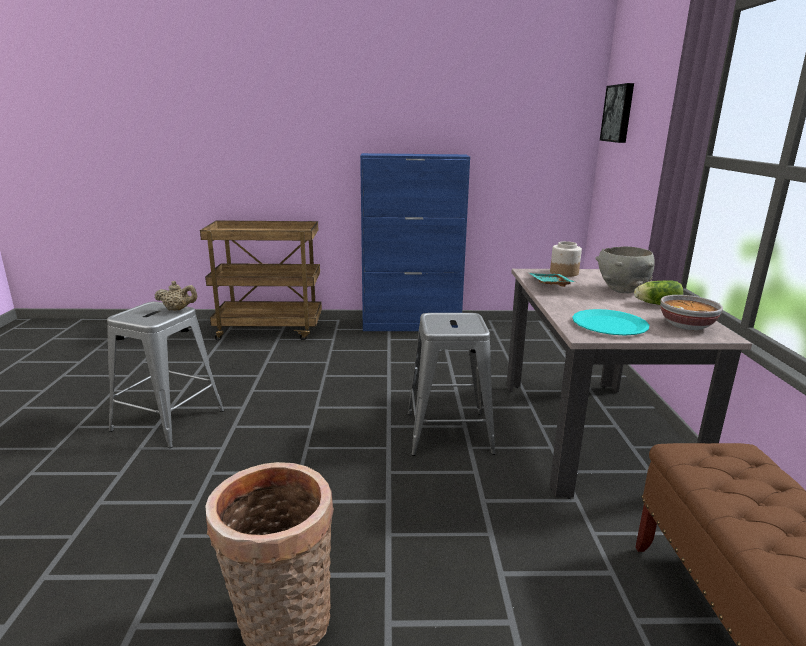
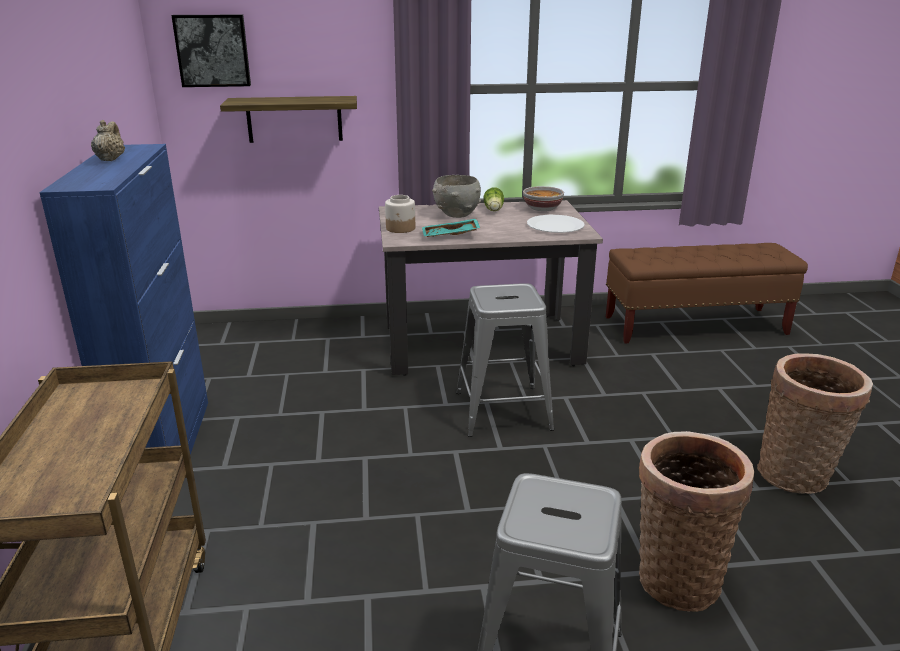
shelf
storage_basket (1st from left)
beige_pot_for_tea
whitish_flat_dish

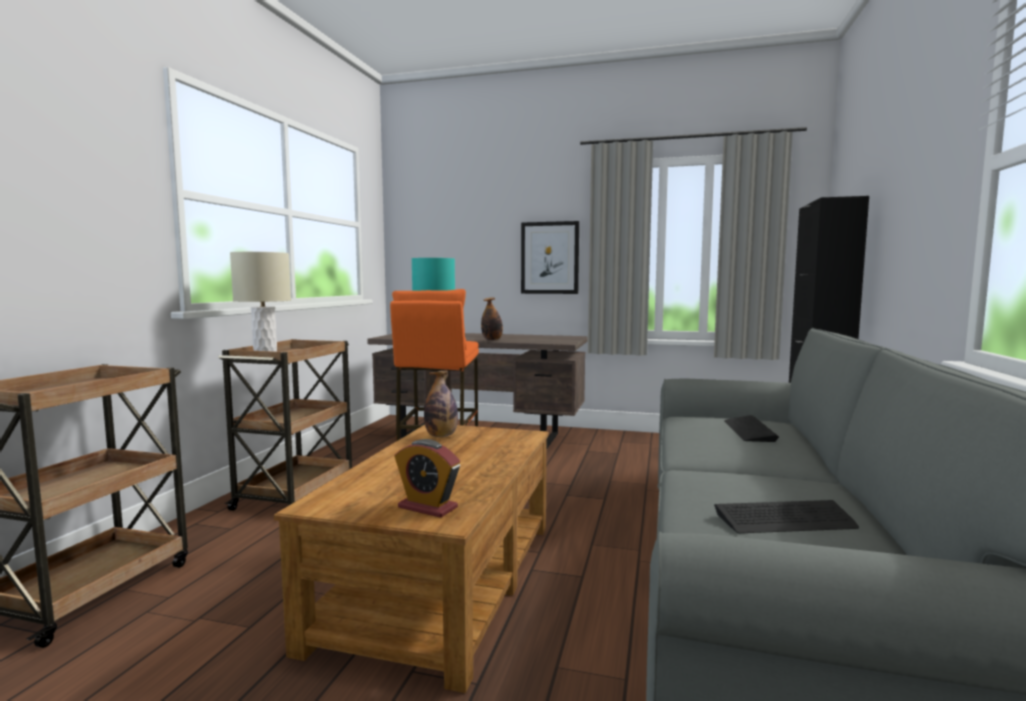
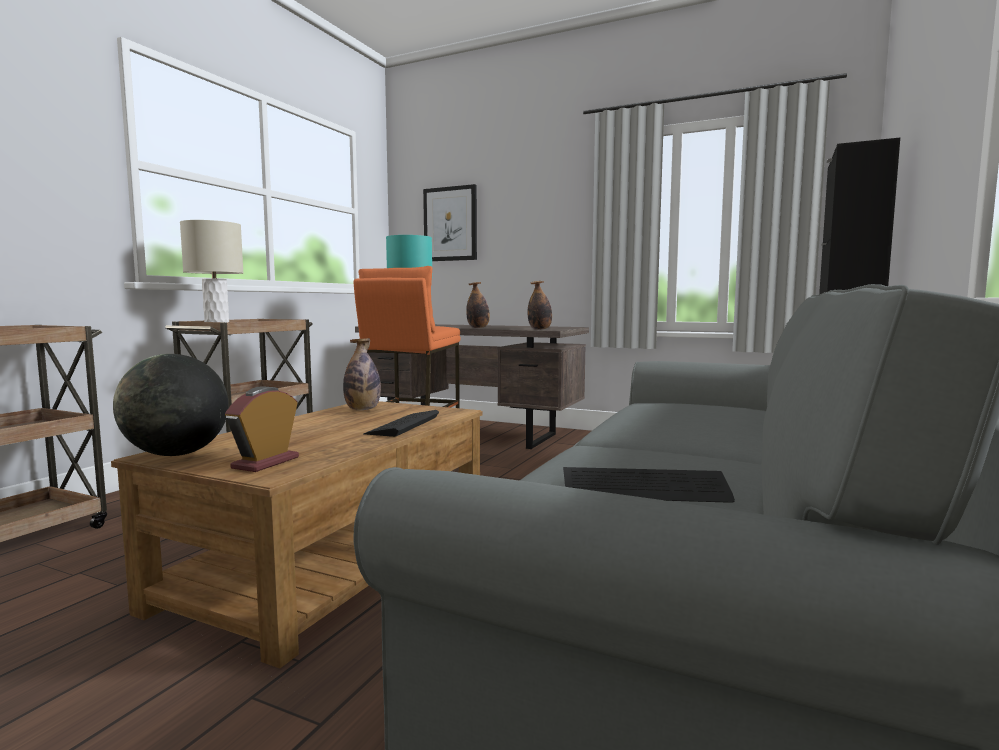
world_globe
drink_bottle (3rd from left)
wall_picture
PC_keyboard (1st from left)
bedside_clock

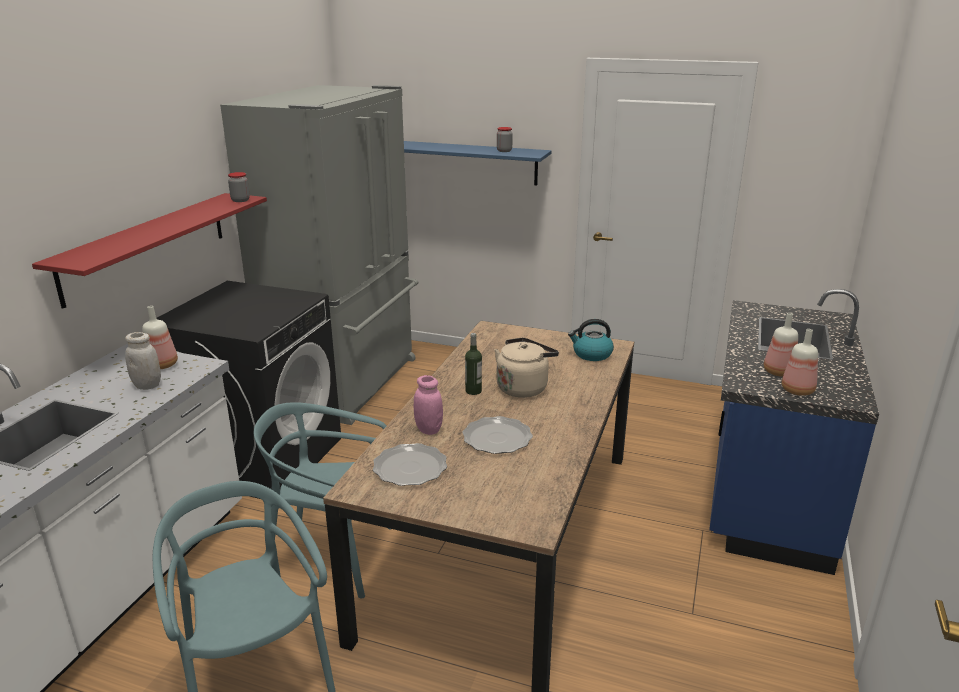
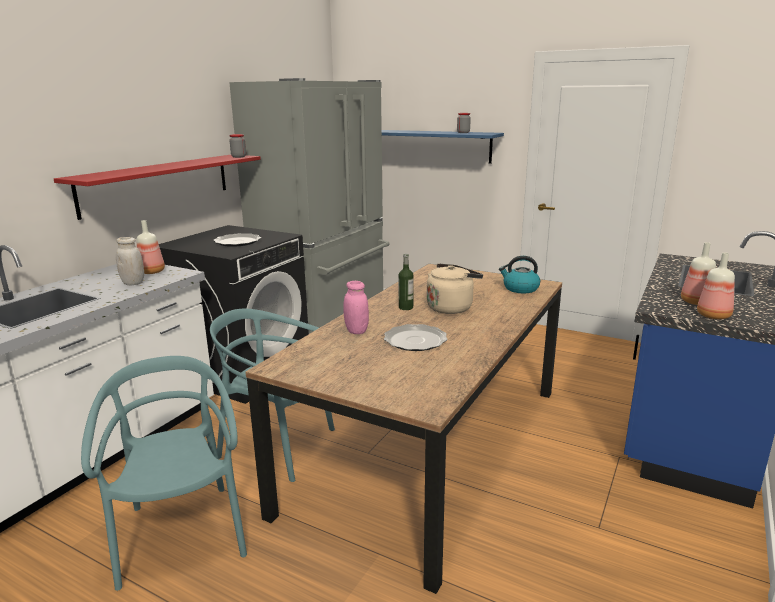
flat_dish (1st from left)

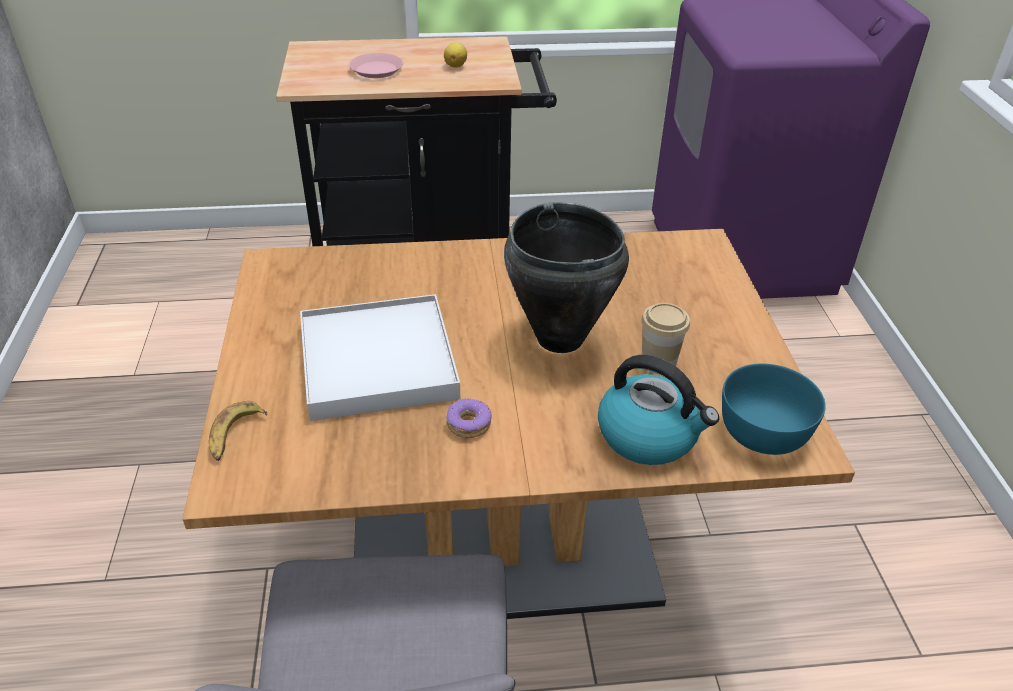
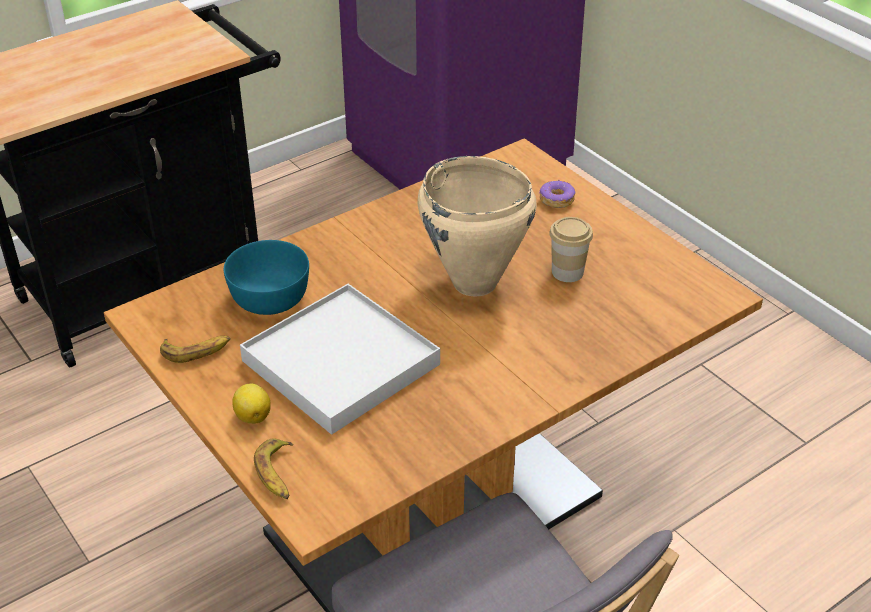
pinkish_flat_dish
tea_kettle
banana (1st from left)
whole_lemon
doughnut
blue-green_serving_bowl
beige_cooking_pot

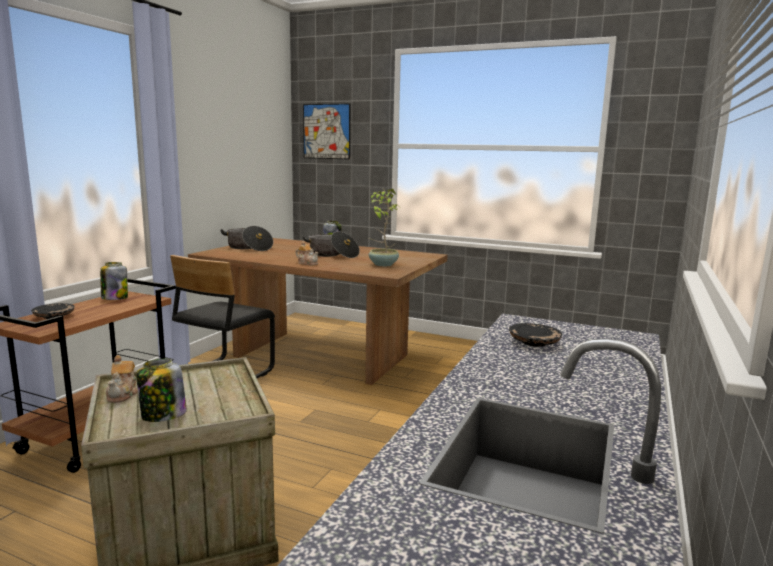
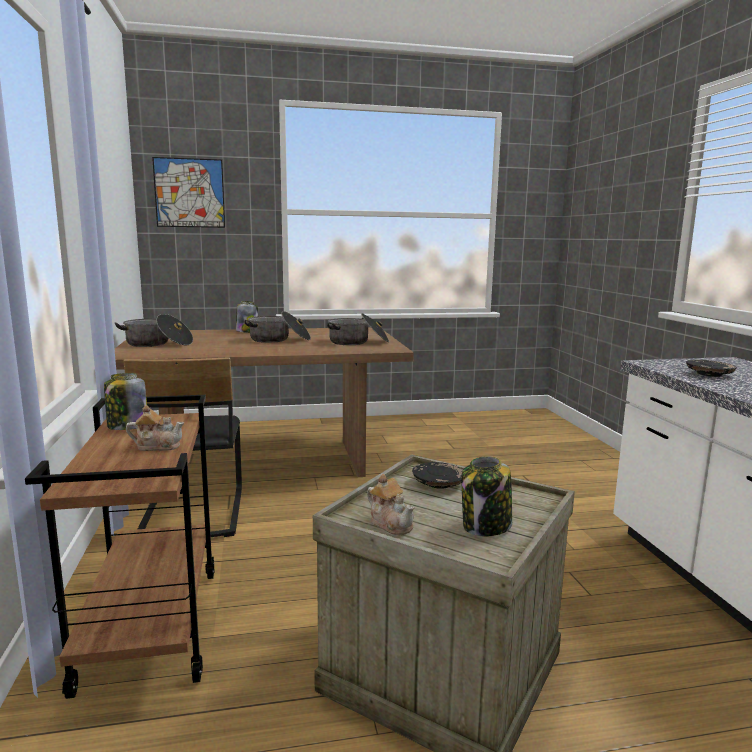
blackish_flat_dish (1st from left)
pot_for_tea (1st from left)
cooking_pot (3rd from left)

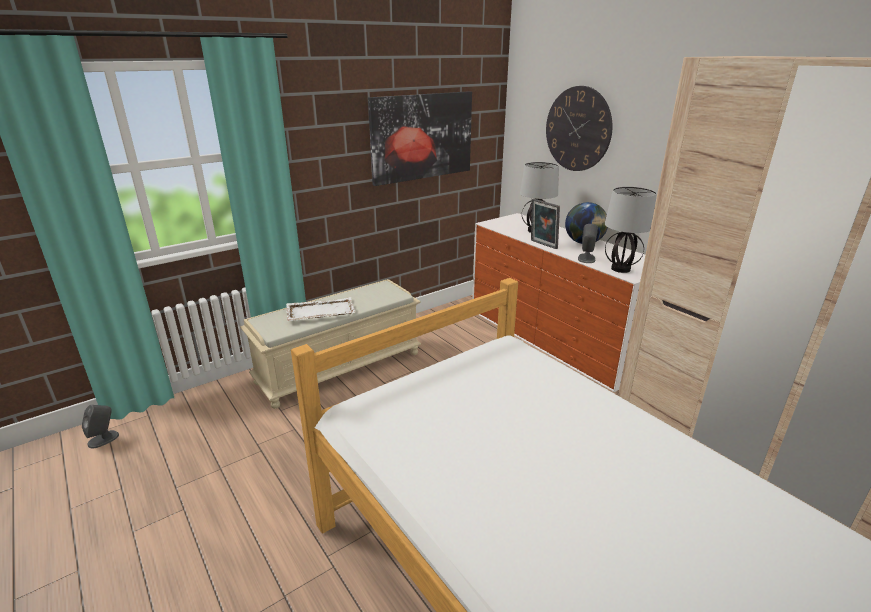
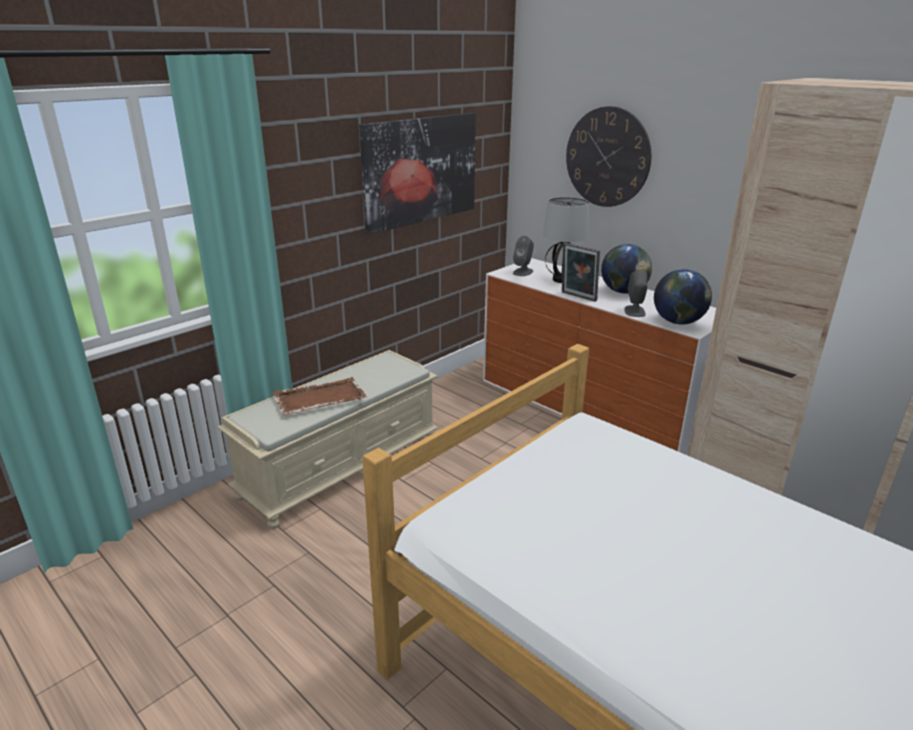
grey_audio_speaker (1st from left)
world_globe (2nd from left)
brownish_serving_tray

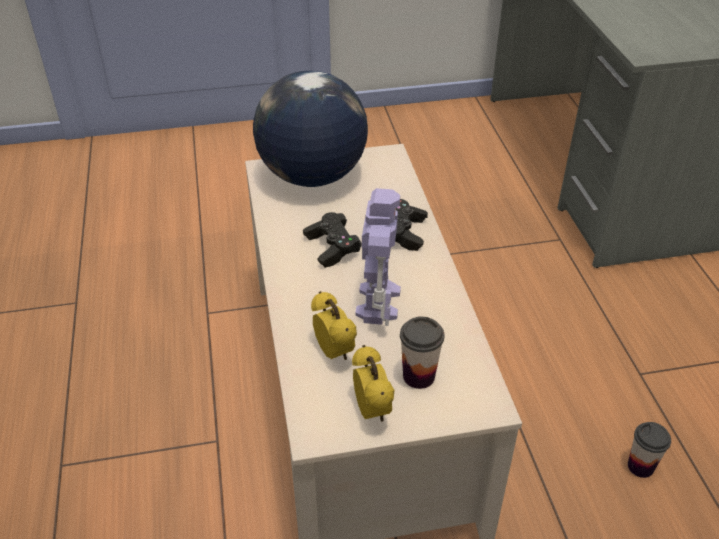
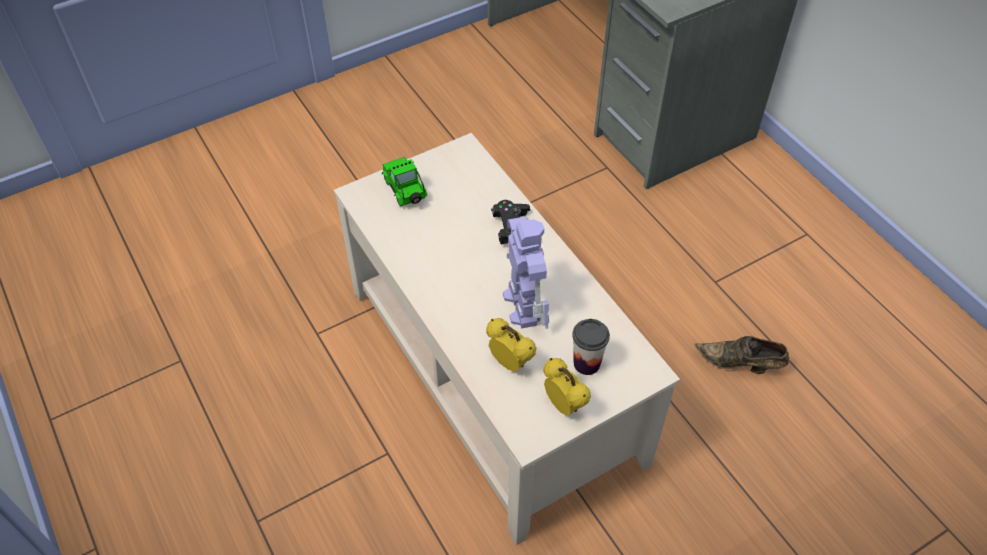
blackish_game_controller (1st from left in the first image)
miniature_car
brownish_item_of_footwear

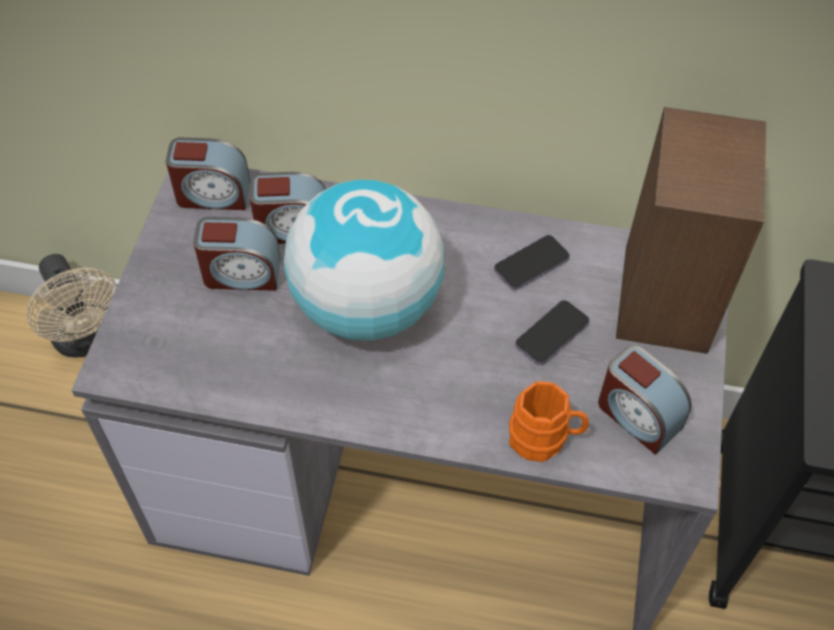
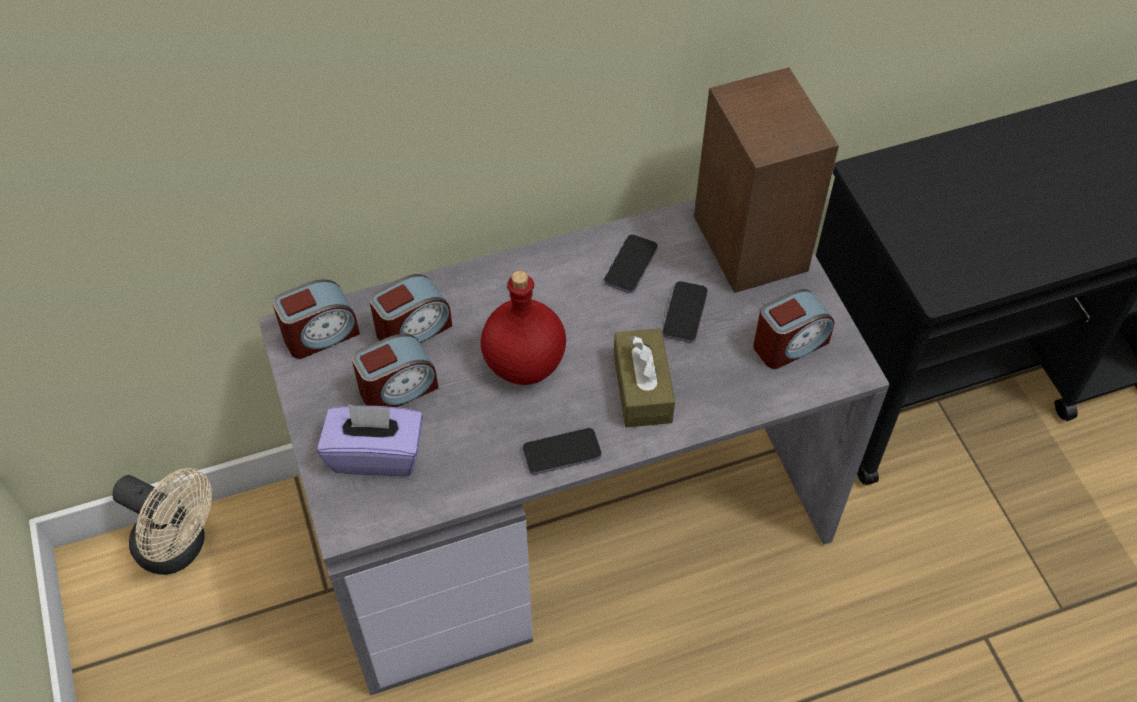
orange_tea_mug
purple-coloured_box_of_tissues
phone (1st from left)
brownish_box_of_tissues
red_drink_bottle
bedside_clock (4th from left)

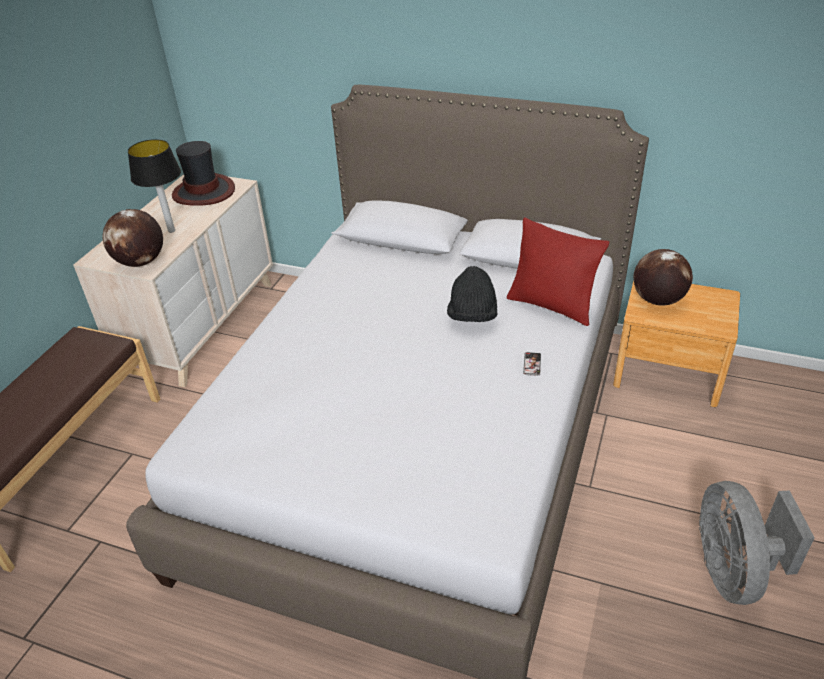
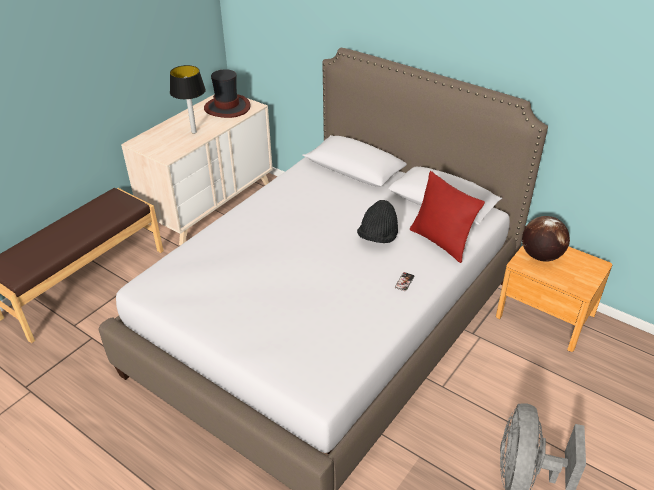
world_globe (1st from left in the first image)

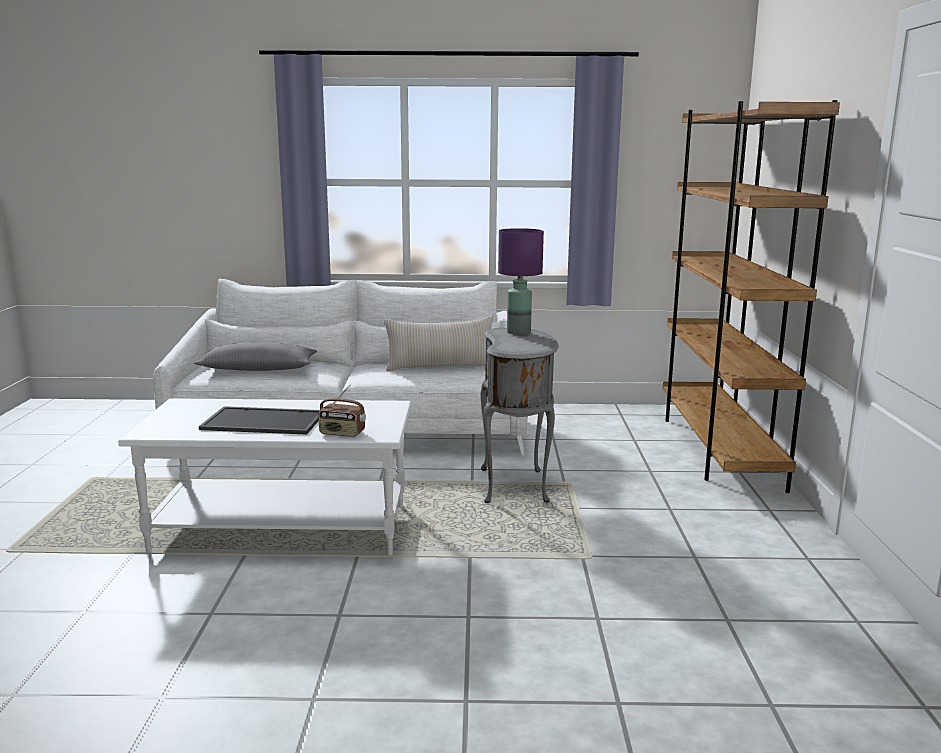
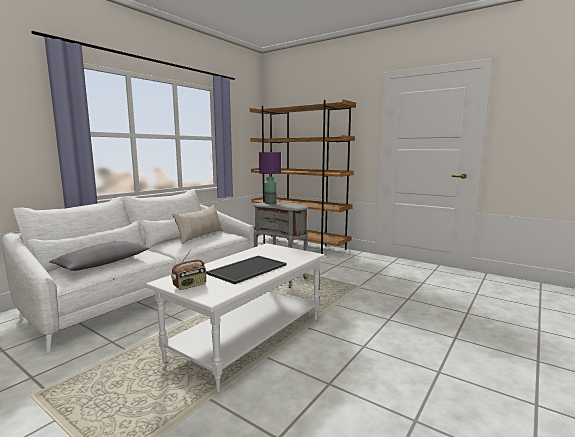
radio

